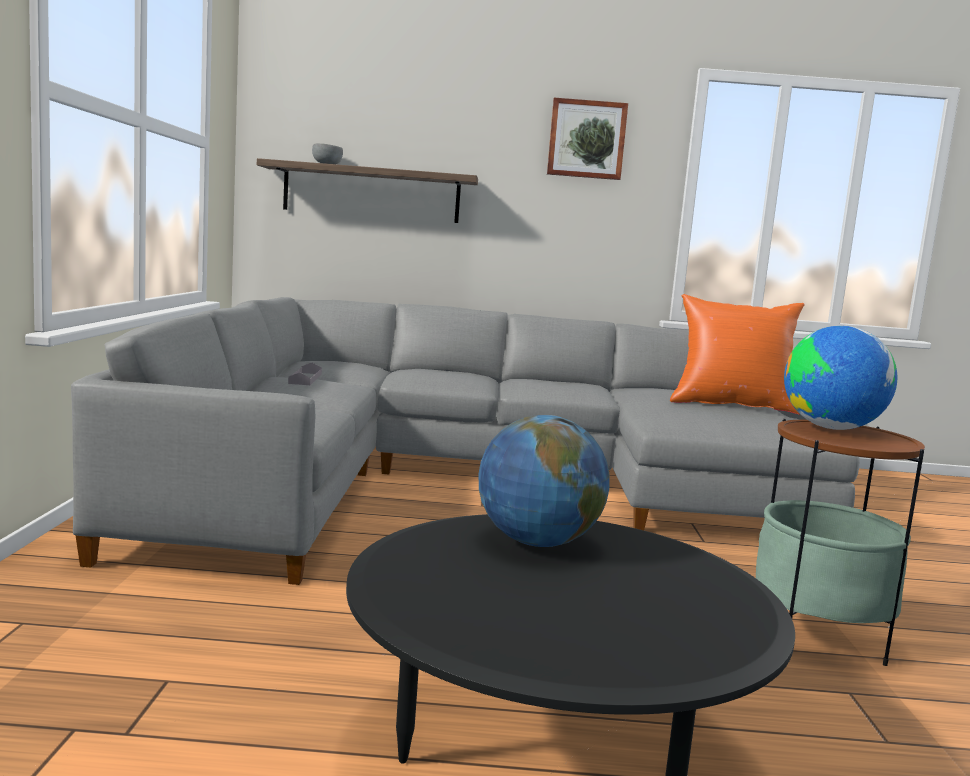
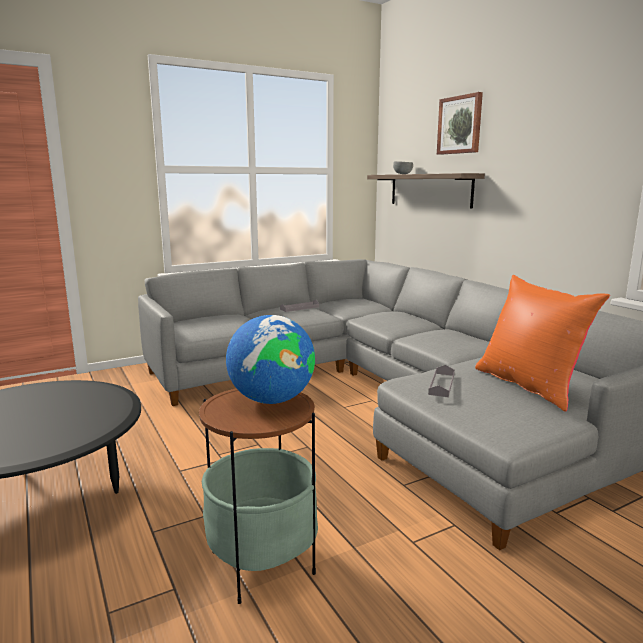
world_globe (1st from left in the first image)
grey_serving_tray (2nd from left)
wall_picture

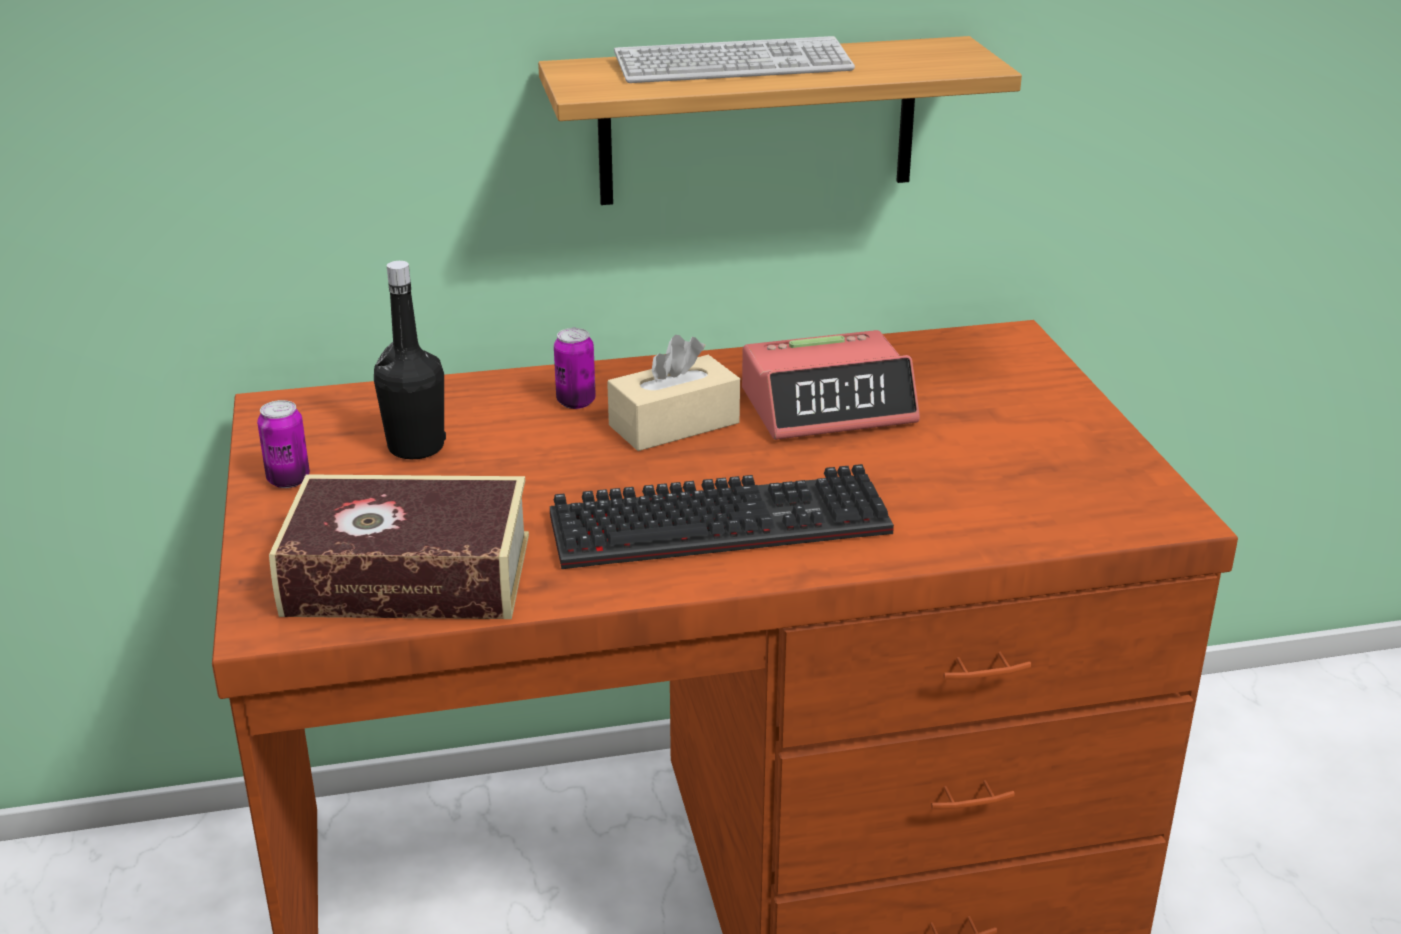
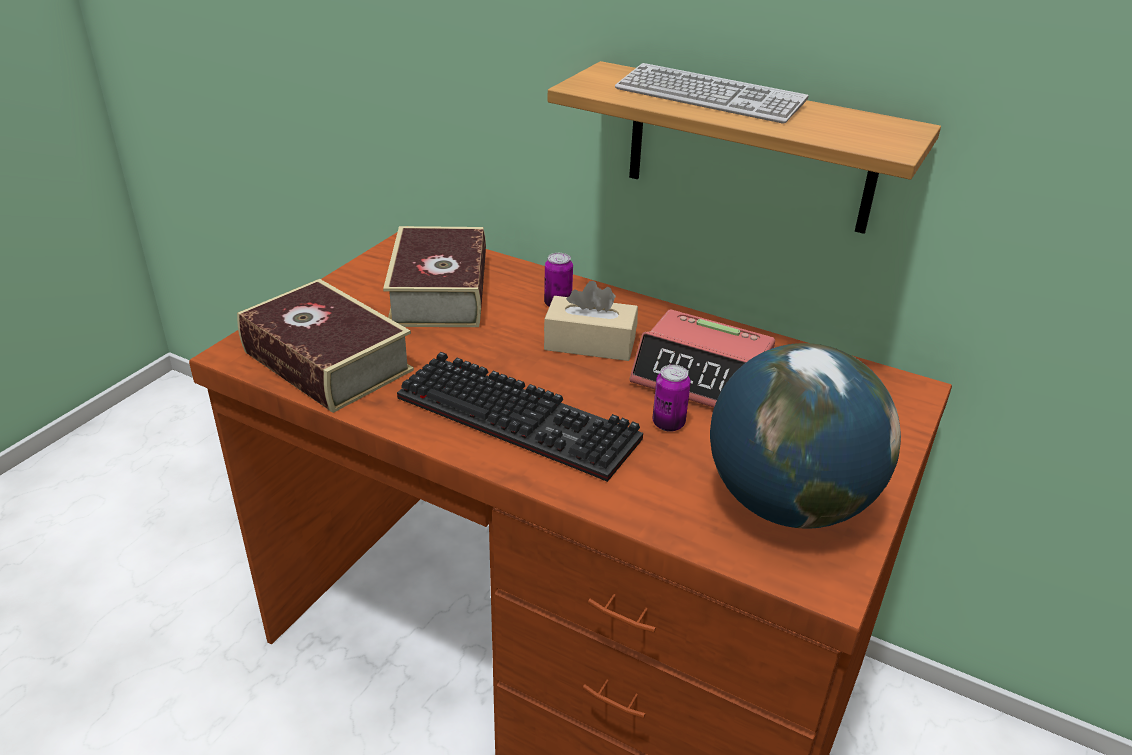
world_globe
sealed_can (2nd from left)
volume (2nd from left)

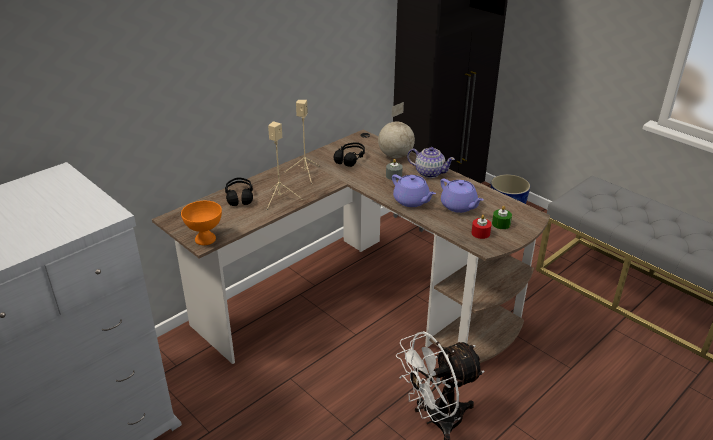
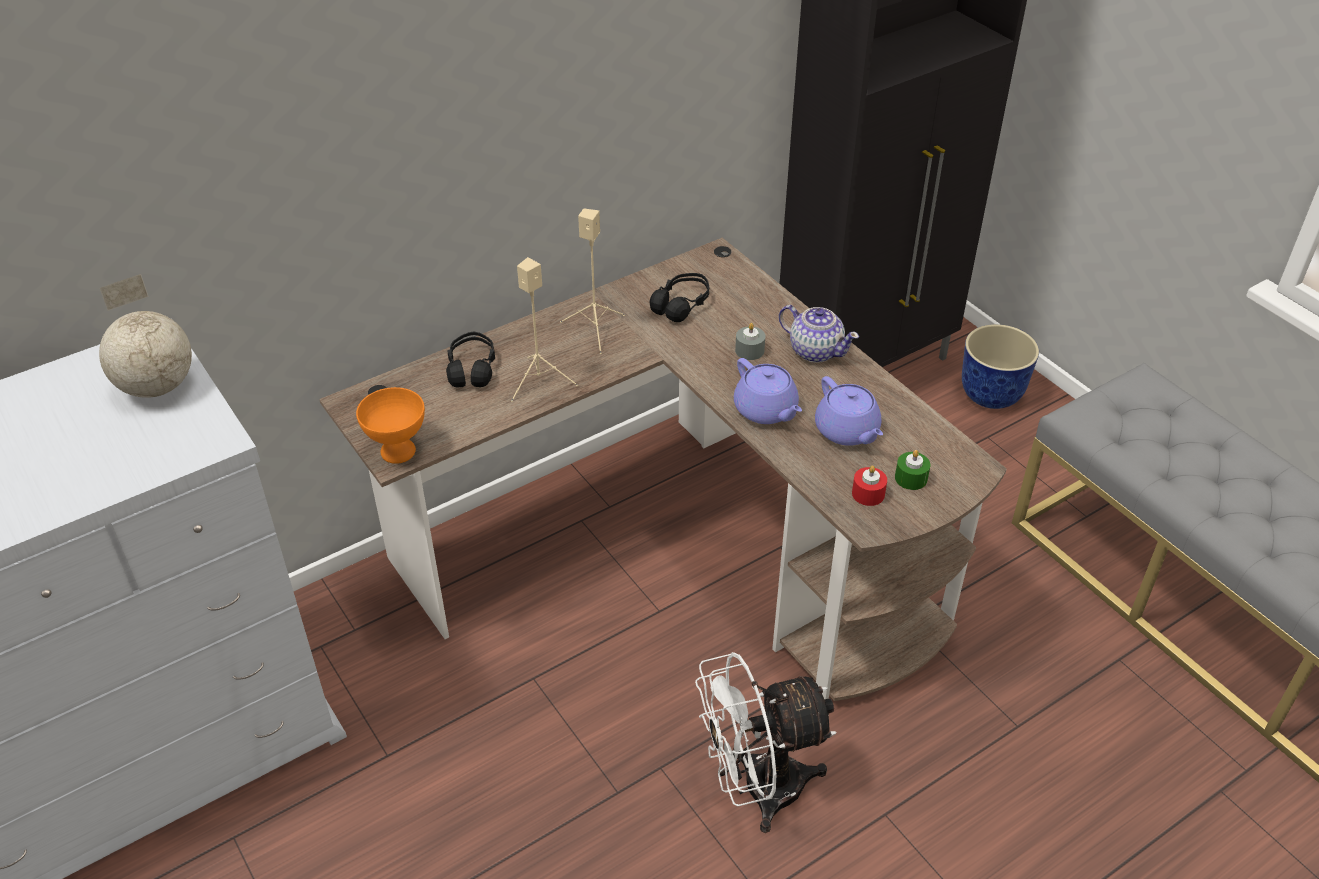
world_globe

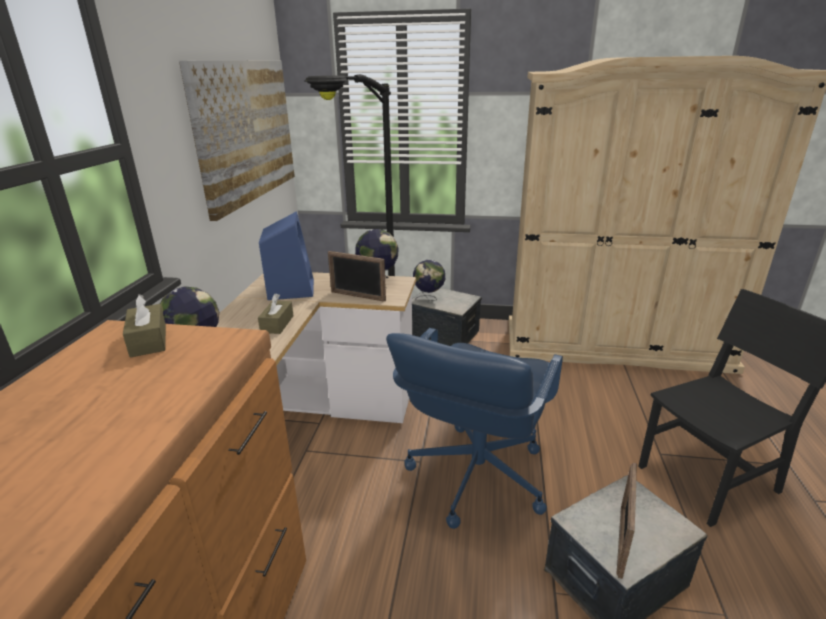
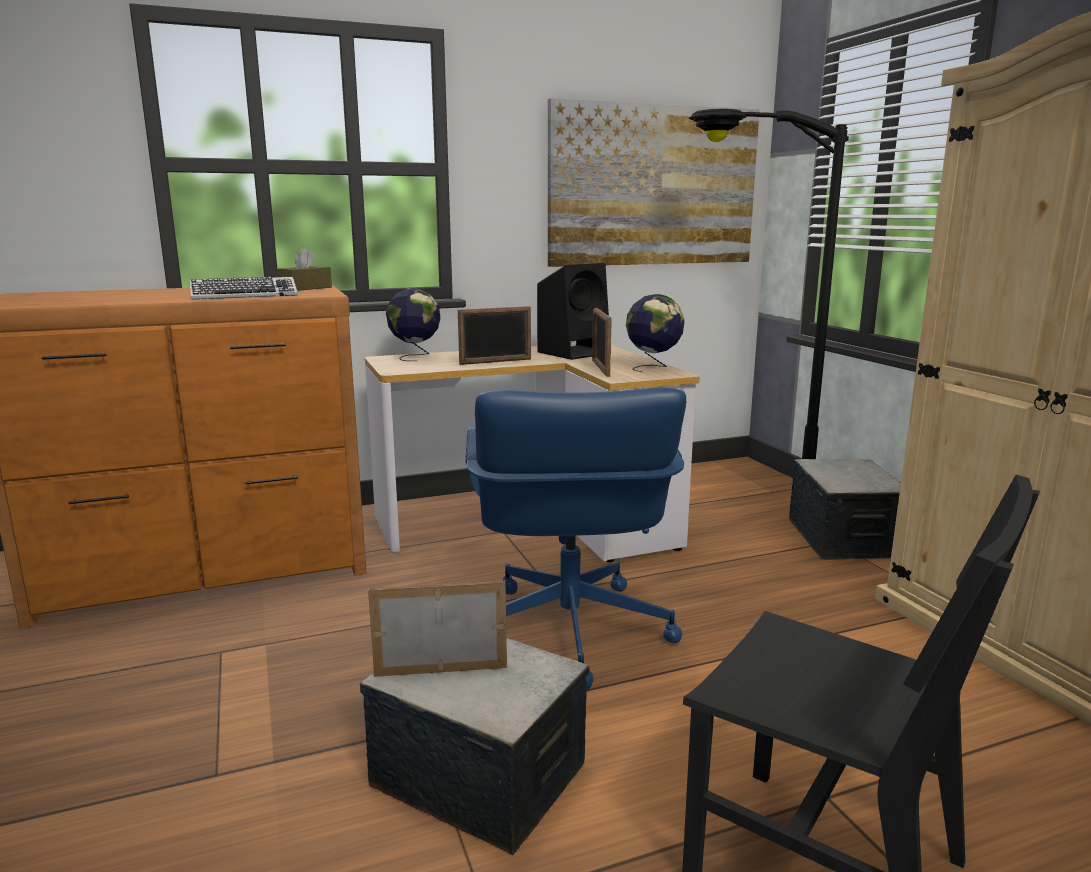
world_globe (3rd from left in the first image)
PC_keyboard
standing_frame (2nd from left)
blackish_audio_speaker
bluish_office_chair

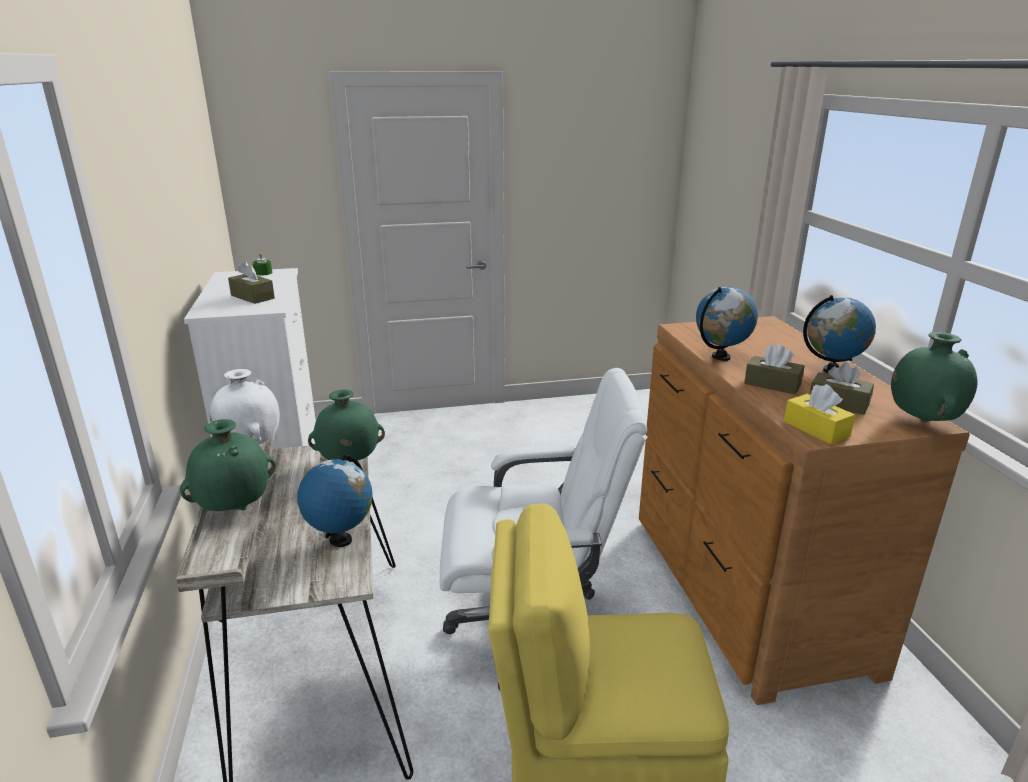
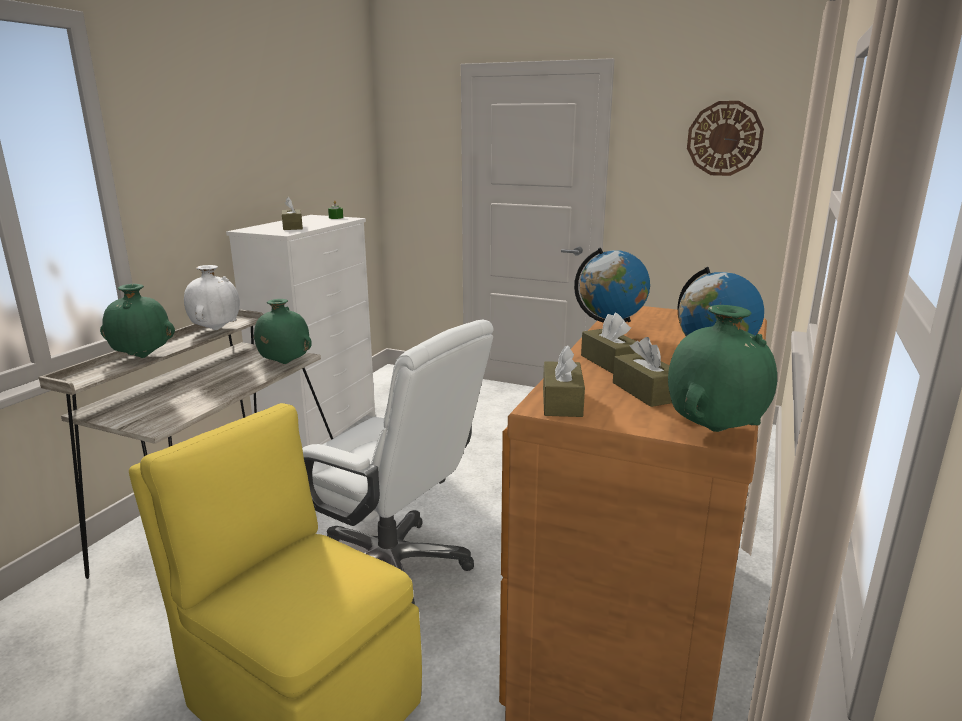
world_globe (1st from left in the first image)
wall_clock
brownish_box_of_tissues (2nd from left)

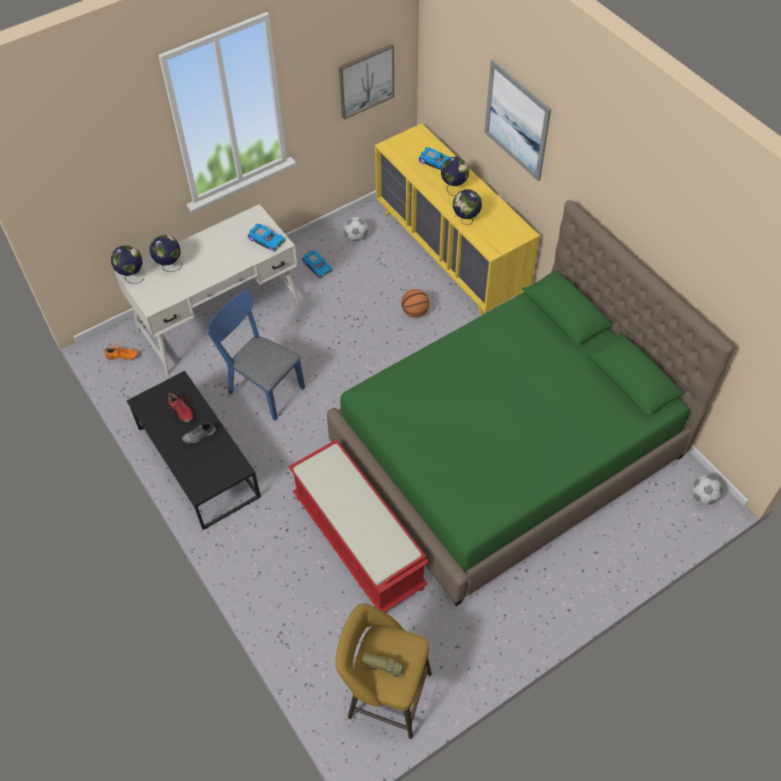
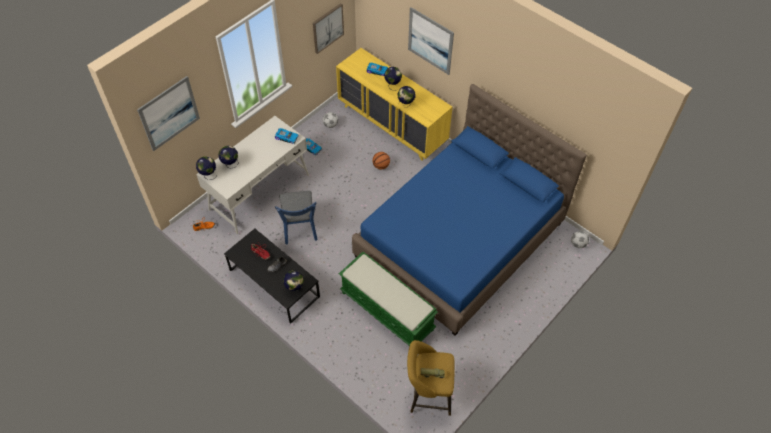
wall_picture (1st from left)
world_globe (3rd from left)
green_indoor_bench
bluish_bedroom_bed
bluish_upright_chair

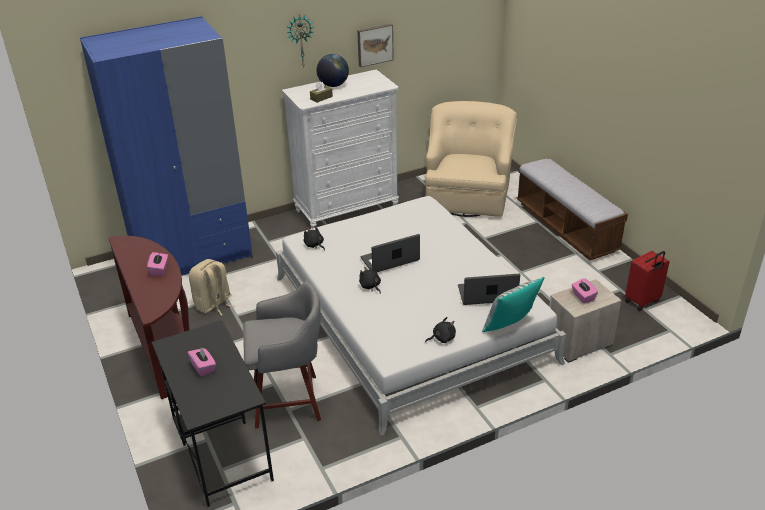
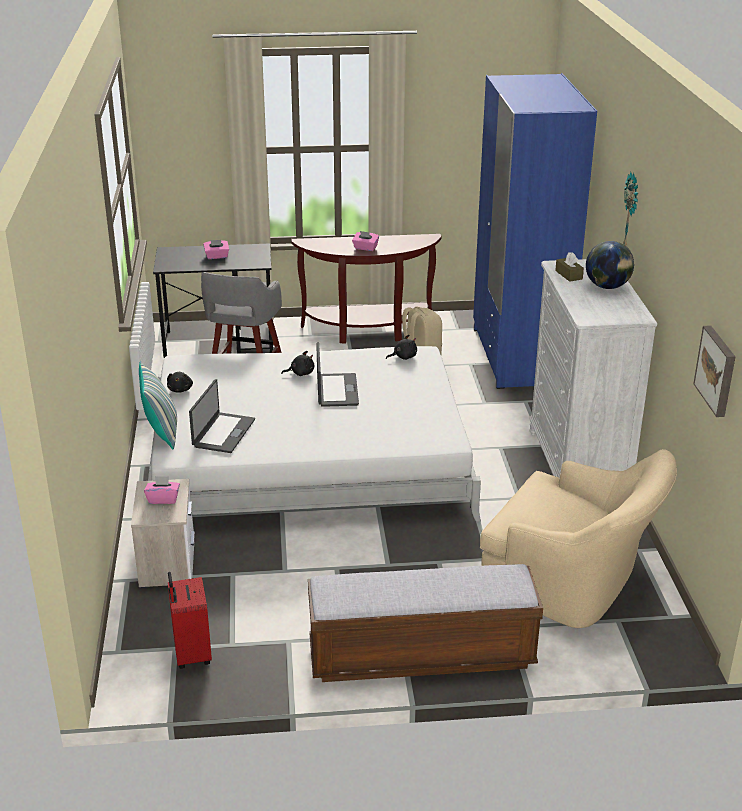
wall_picture

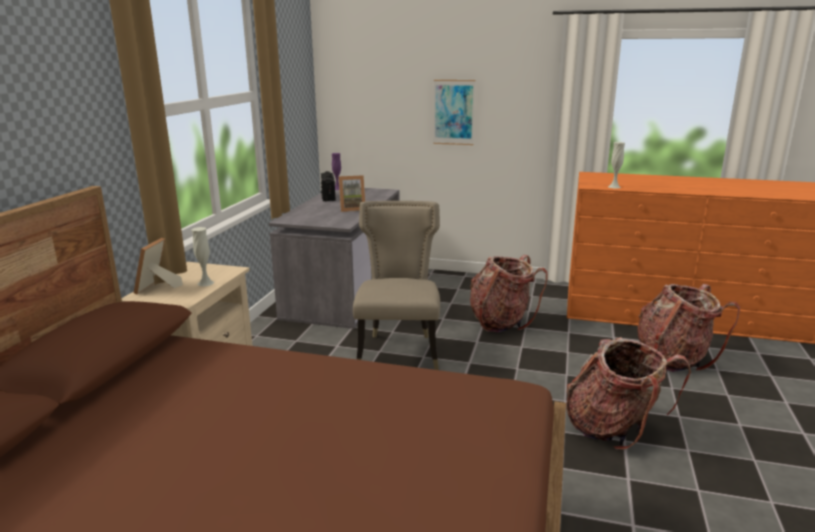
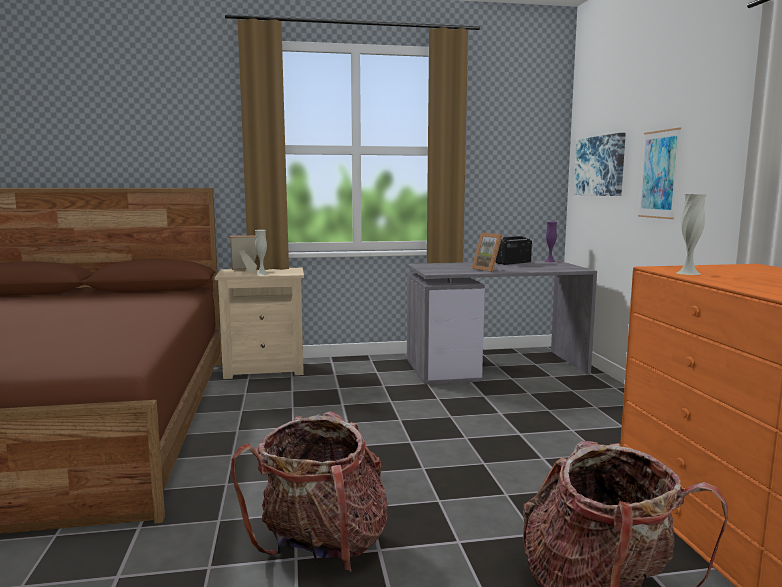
beige_upright_chair
backpack (1st from left in the first image)
wall_picture (1st from left)

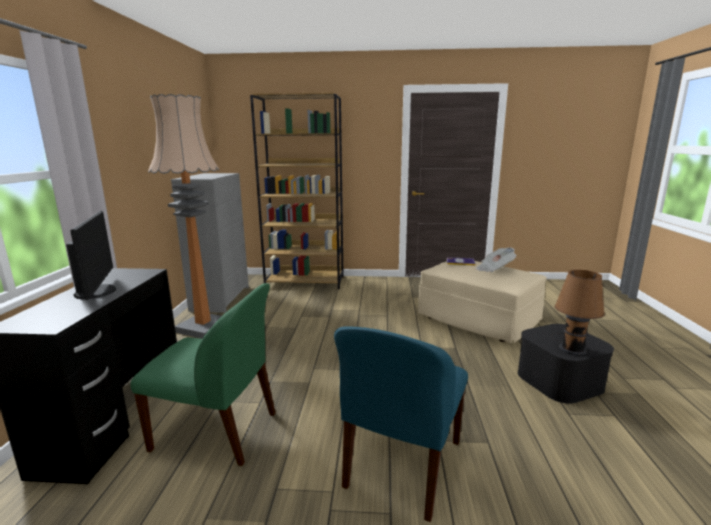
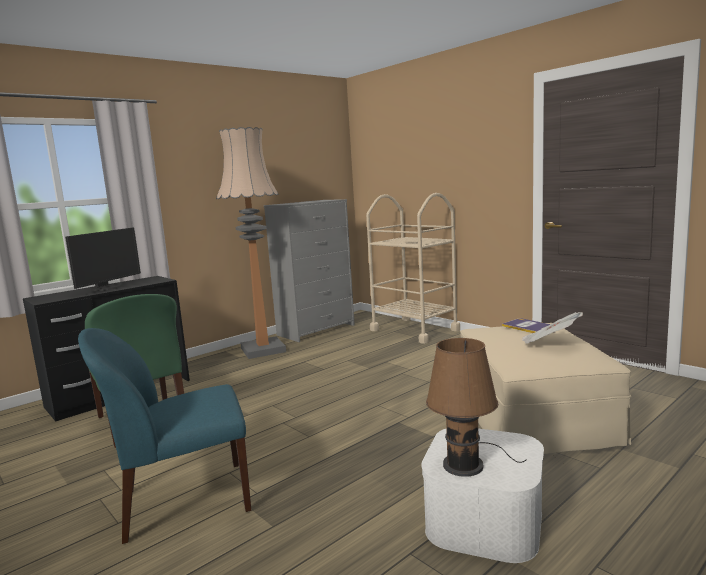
beige_cart
whitish_storage_bin

